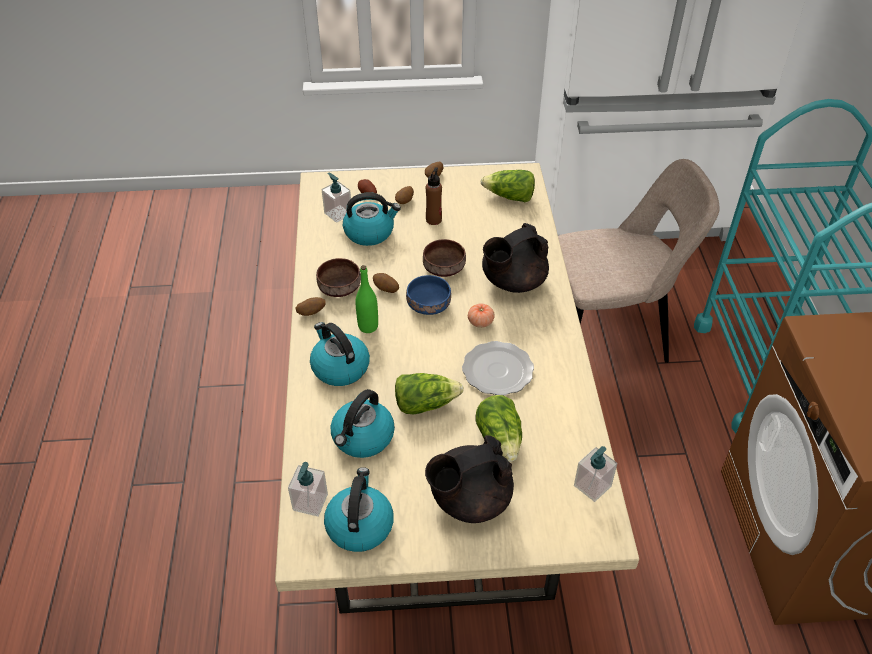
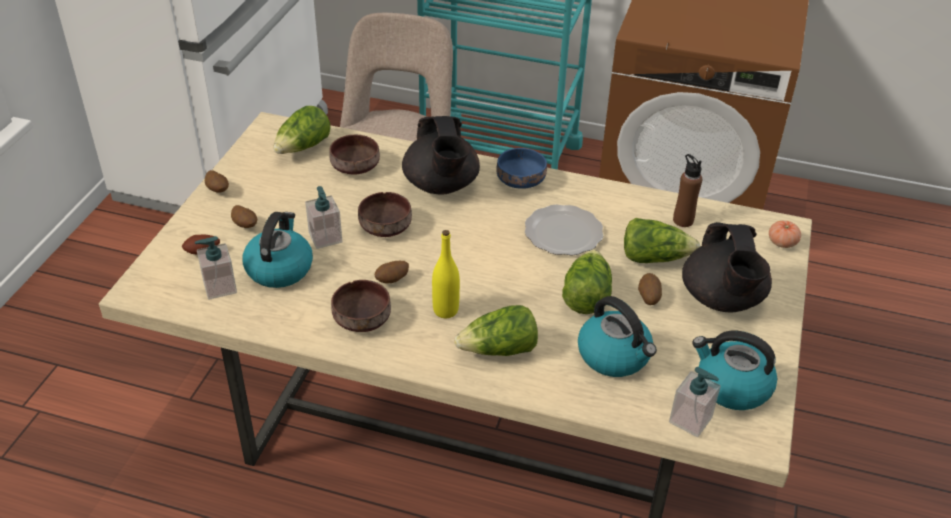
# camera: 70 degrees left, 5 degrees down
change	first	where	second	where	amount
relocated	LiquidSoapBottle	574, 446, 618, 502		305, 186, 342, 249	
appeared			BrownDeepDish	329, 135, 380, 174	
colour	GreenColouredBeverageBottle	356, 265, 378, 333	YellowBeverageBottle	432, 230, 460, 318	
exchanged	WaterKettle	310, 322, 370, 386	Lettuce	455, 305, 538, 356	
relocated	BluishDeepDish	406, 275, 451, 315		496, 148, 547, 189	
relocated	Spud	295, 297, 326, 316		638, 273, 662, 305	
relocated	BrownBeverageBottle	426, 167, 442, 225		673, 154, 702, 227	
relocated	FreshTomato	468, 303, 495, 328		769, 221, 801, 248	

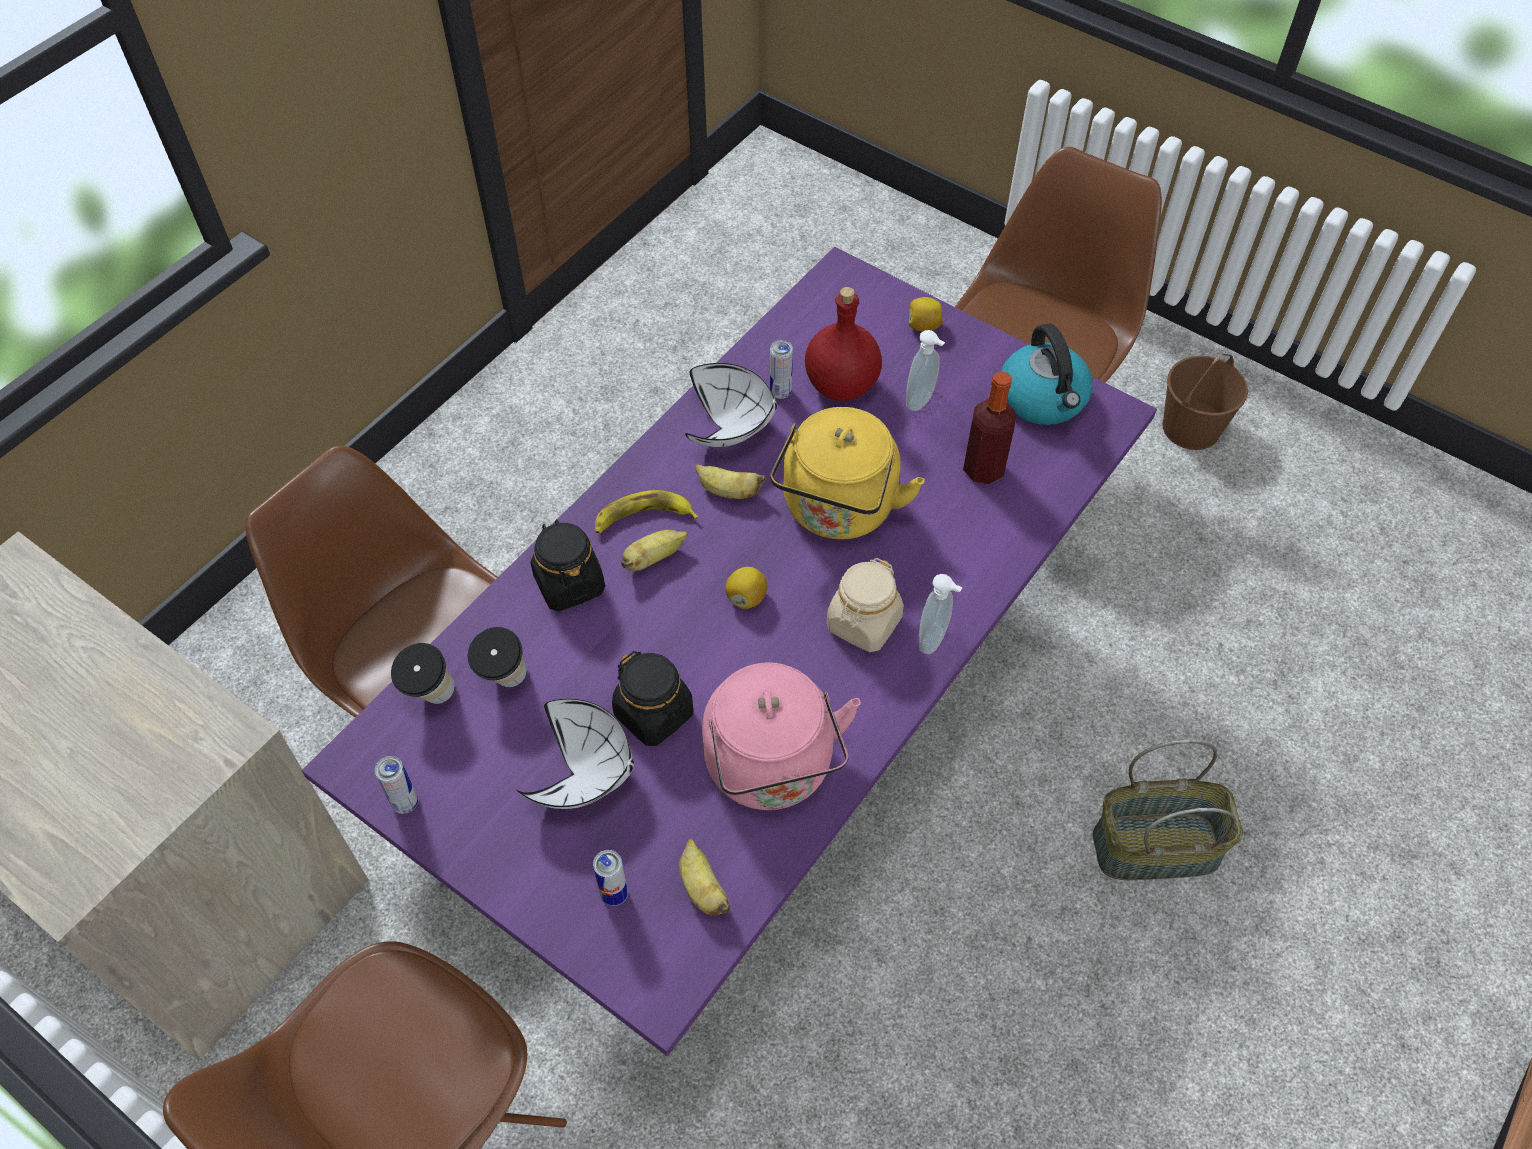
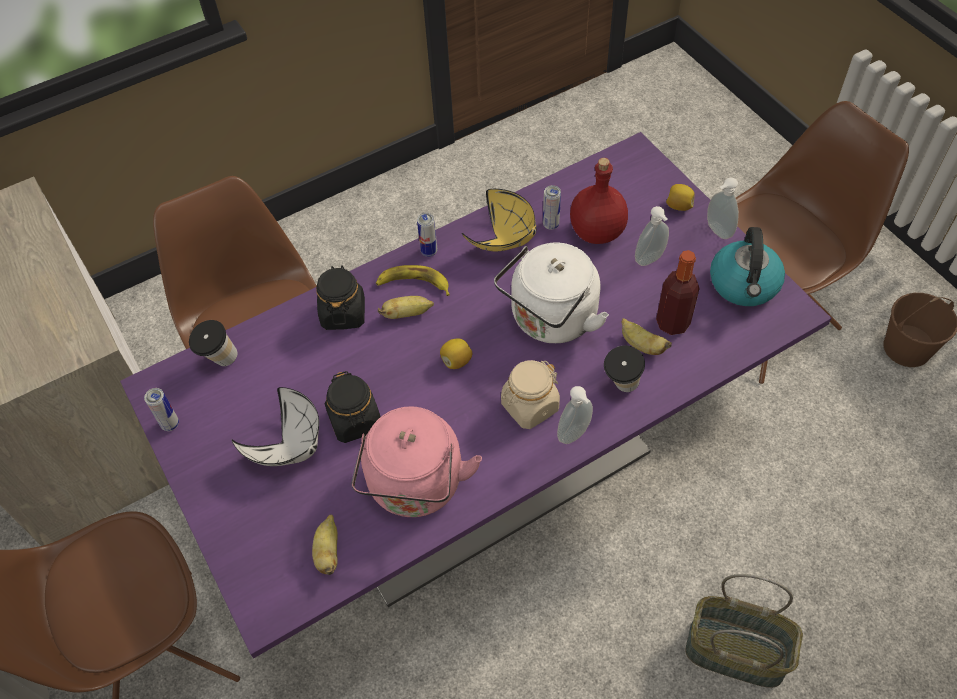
# camera: 25 degrees right, 0 degrees up
change	first	where	second	where	amount
relocated	Can	593, 850, 628, 907		417, 213, 437, 257	
colour	WhiteDeepDish	685, 363, 777, 447	YellowDeepDish	462, 189, 537, 251	
colour	YellowWaterKettle	770, 407, 925, 540	WhiteWaterKettle	494, 242, 609, 343	
relocated	DrinkingCup	468, 627, 527, 687		604, 346, 645, 392	
relocated	Banana	695, 464, 766, 499		621, 318, 672, 355	
appeared			LiquidSoapBottle	707, 178, 739, 239	

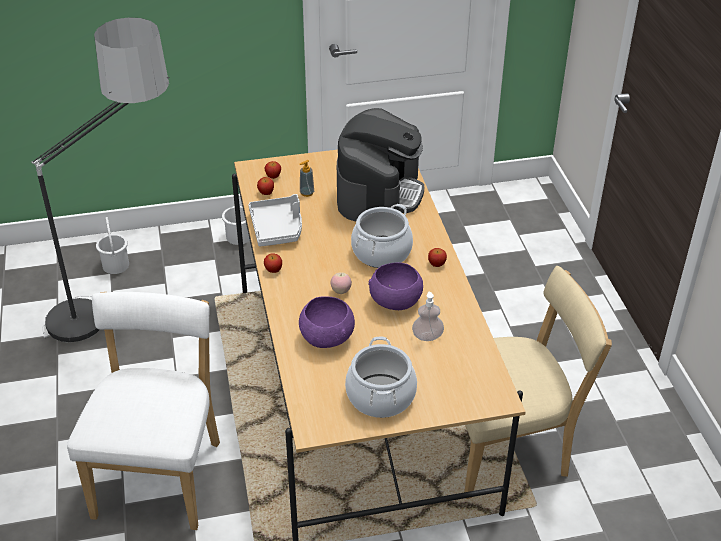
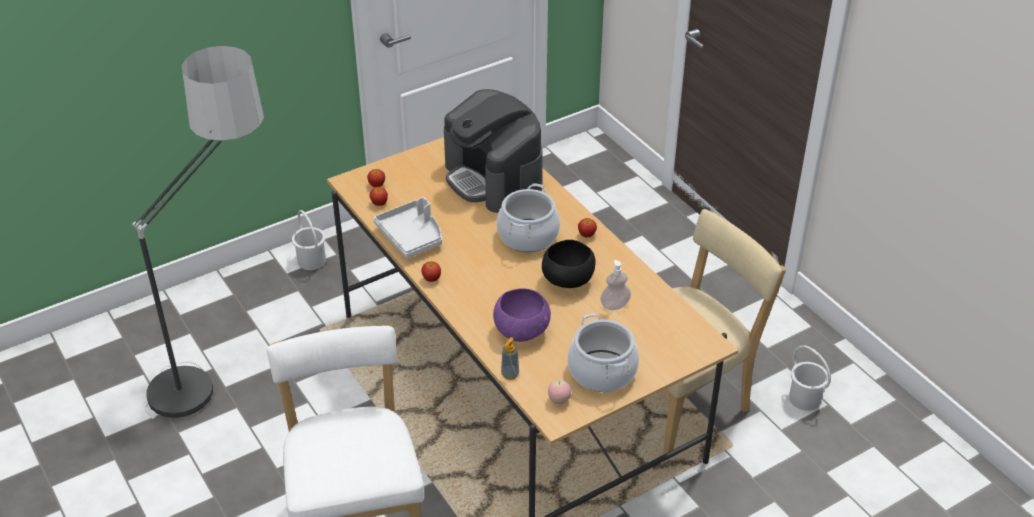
# camera: 20 degrees left, 0 degrees up
change	first	where	second	where	amount
spun	CoffeeBrewer	337, 108, 424, 221		444, 89, 542, 213	150 degrees clockwise
relocated	LiquidSoapBottle	299, 160, 314, 197		501, 337, 519, 380	
colour	PurpleColouredDeepDish	368, 263, 423, 310	BlackishDeepDish	542, 240, 596, 288	
relocated	WholeApple	330, 272, 352, 294		548, 380, 571, 404	
relocated	WhiteWaterBucket	96, 217, 129, 274		789, 345, 831, 410	

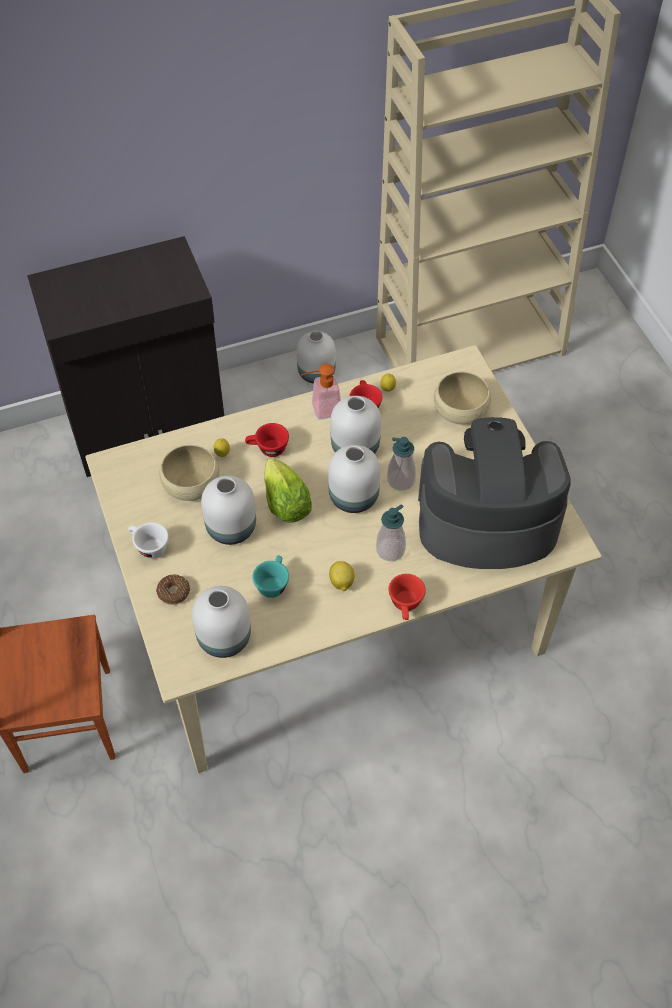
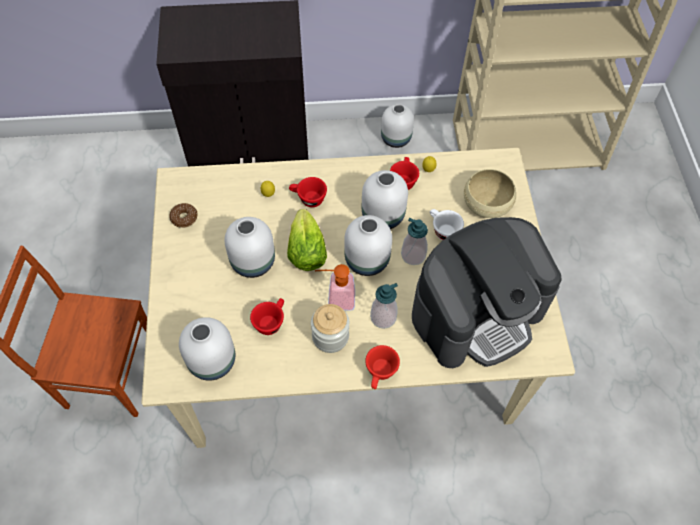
# camera: 15 degrees right, 5 degrees up
change	first	where	second	where	amount
relocated	Doughnut	156, 574, 190, 605		169, 203, 198, 228	
colour	BlueGreenDrinkingCup	252, 555, 289, 598	RedDrinkingCup	250, 298, 284, 335	
exchanged	Lemon	329, 561, 354, 591	StorageJar	311, 304, 349, 353	
relocated	LiquidSoapBottle	301, 364, 341, 420		315, 264, 355, 311	
spun	CoffeeBrewer	418, 417, 571, 569		412, 217, 561, 368	135 degrees clockwise
relocated	WhiteDrinkingCup	128, 522, 169, 559		430, 209, 464, 240	
missing	BeigeDeepDish	160, 445, 220, 501			

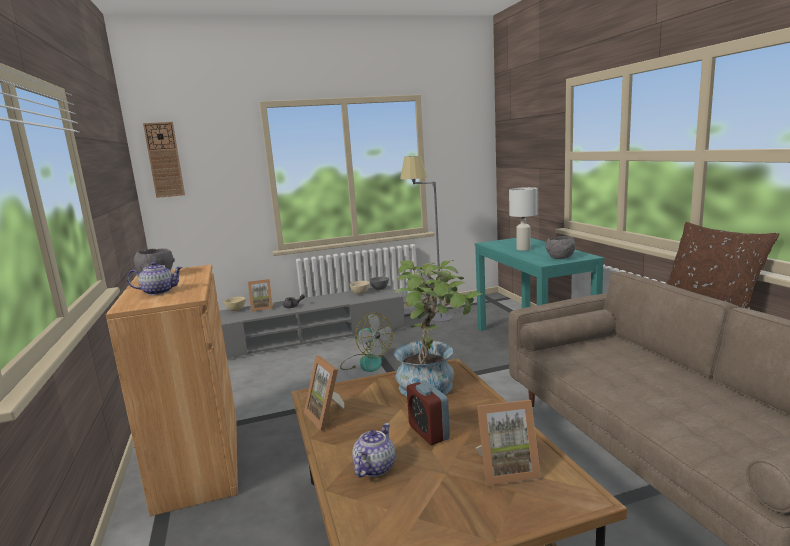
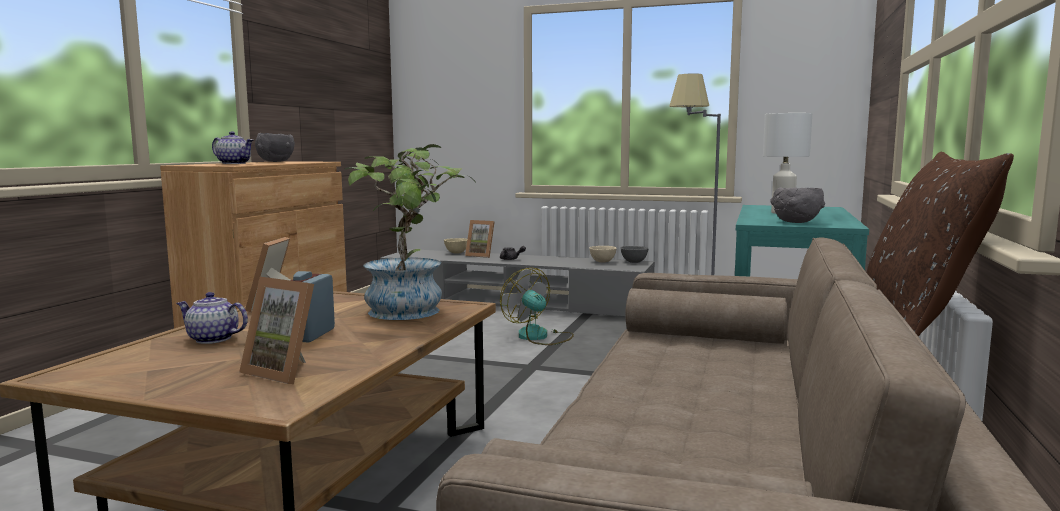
# camera: 35 degrees right, 5 degrees down
change	first	where	second	where	amount
spun	PotForTea	352, 423, 395, 477		176, 292, 248, 344	135 degrees counterclockwise
spun	Fan	340, 312, 393, 372		500, 268, 574, 345	150 degrees clockwise
missing	ClockOnTheWall	143, 122, 185, 198			

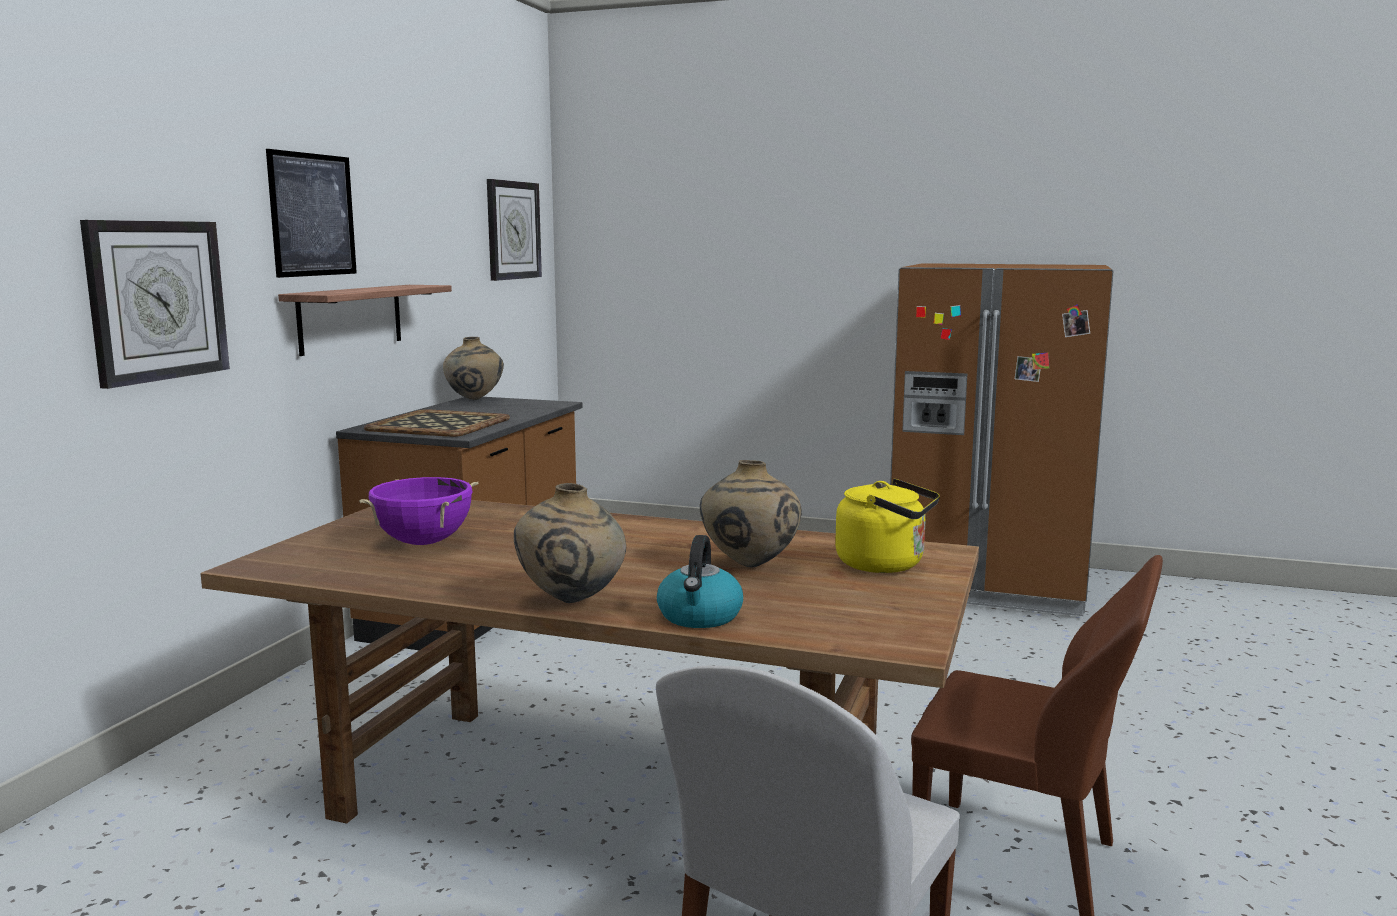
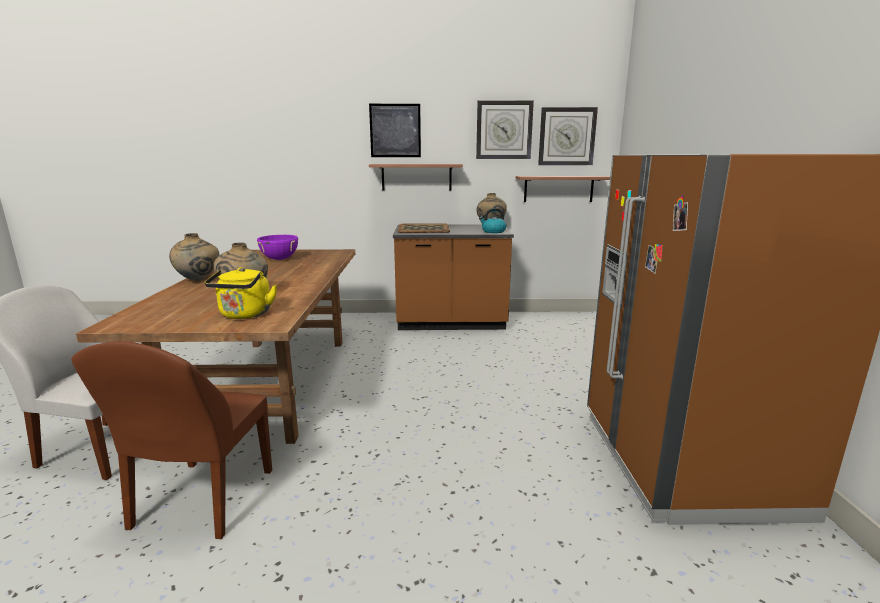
# camera: 70 degrees right, 5 degrees up
change	first	where	second	where	amount
relocated	ClockOnTheWall	80, 220, 230, 389		476, 100, 534, 159	
relocated	WaterKettle	657, 535, 743, 628		479, 208, 506, 233	
appeared			WallShelf	516, 176, 610, 202	

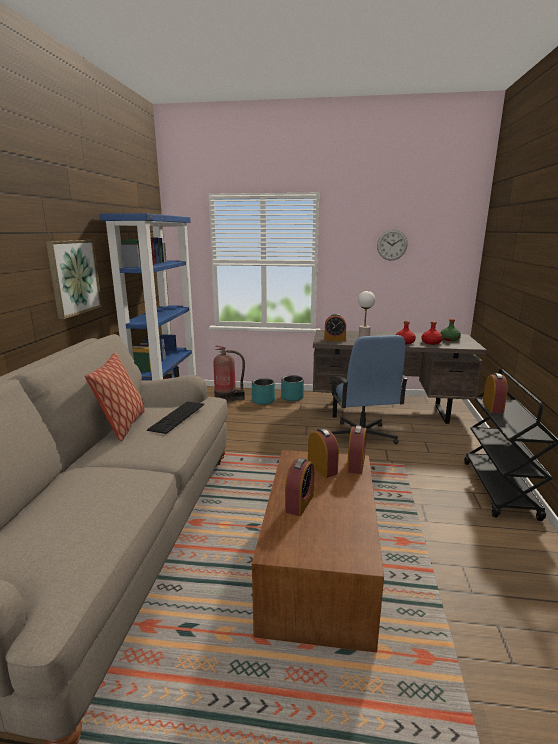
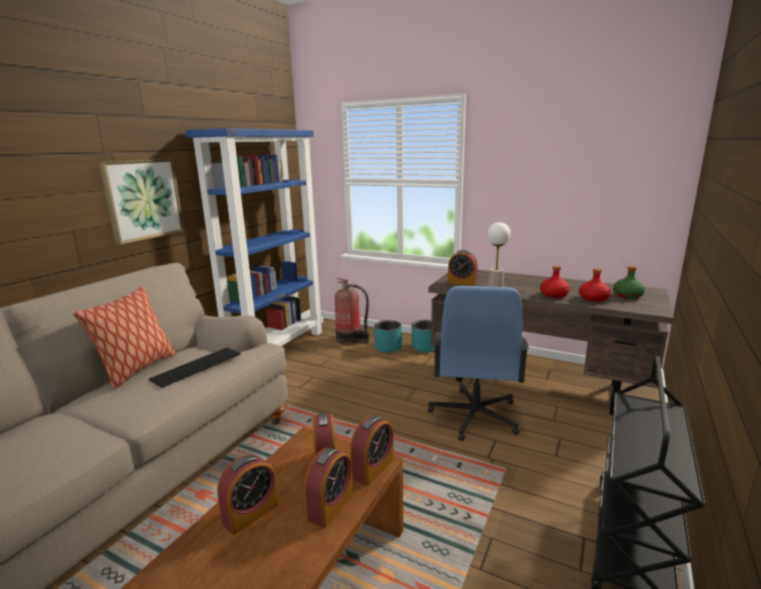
# camera: 20 degrees right, 0 degrees up
change	first	where	second	where	amount
relocated	TableClock	483, 373, 508, 414		304, 447, 353, 528	
missing	ClockOnTheWall	377, 230, 408, 261			

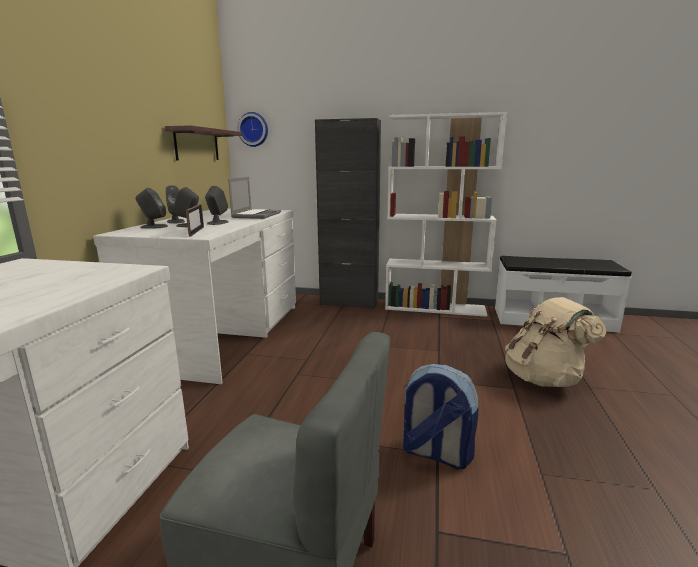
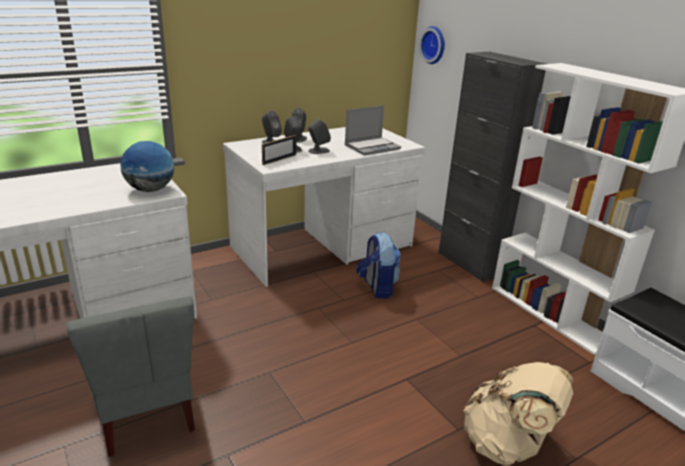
# camera: 45 degrees right, 10 degrees up
change	first	where	second	where	amount
appeared			DeskGlobe	120, 141, 175, 192	
relocated	Rucksack	403, 364, 479, 470		356, 232, 401, 298	
missing	WallShelf	165, 125, 242, 161			

